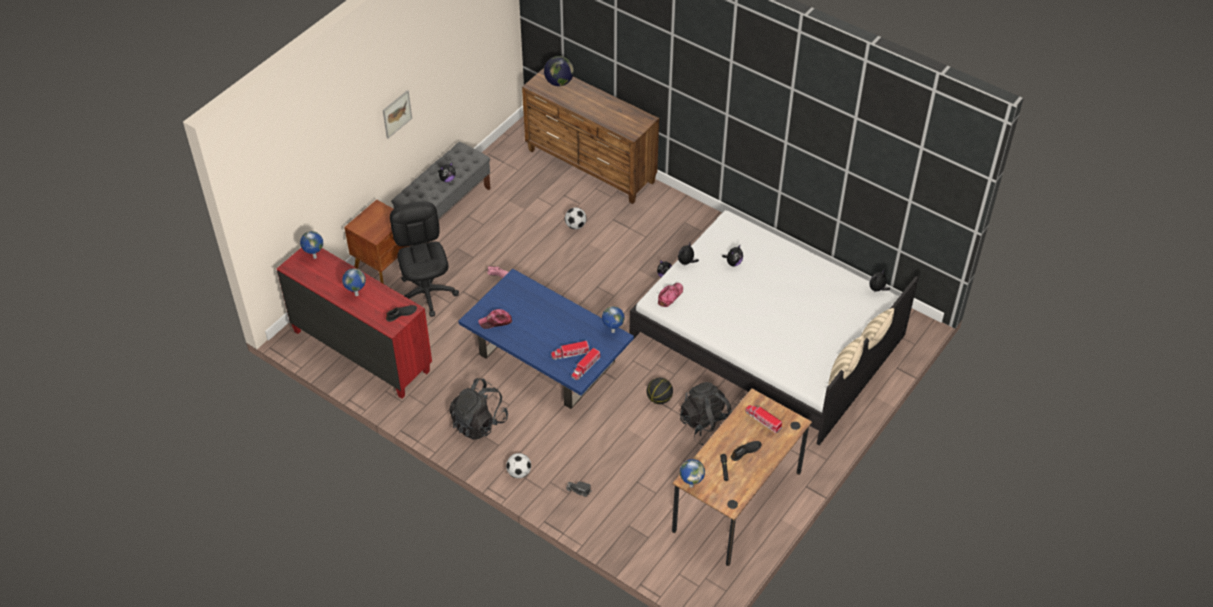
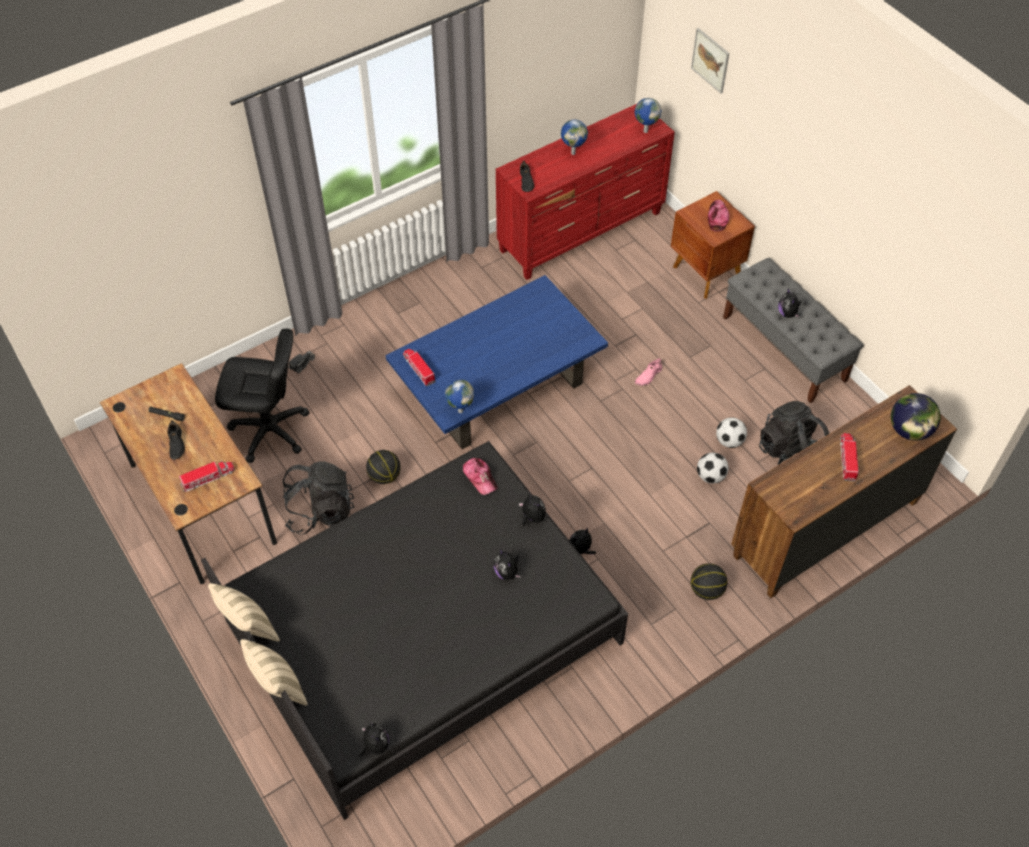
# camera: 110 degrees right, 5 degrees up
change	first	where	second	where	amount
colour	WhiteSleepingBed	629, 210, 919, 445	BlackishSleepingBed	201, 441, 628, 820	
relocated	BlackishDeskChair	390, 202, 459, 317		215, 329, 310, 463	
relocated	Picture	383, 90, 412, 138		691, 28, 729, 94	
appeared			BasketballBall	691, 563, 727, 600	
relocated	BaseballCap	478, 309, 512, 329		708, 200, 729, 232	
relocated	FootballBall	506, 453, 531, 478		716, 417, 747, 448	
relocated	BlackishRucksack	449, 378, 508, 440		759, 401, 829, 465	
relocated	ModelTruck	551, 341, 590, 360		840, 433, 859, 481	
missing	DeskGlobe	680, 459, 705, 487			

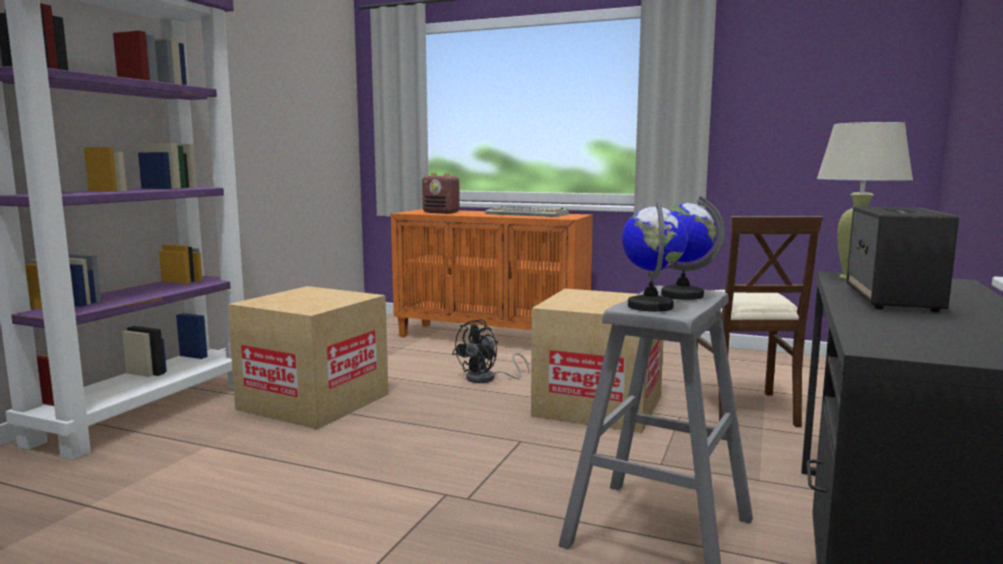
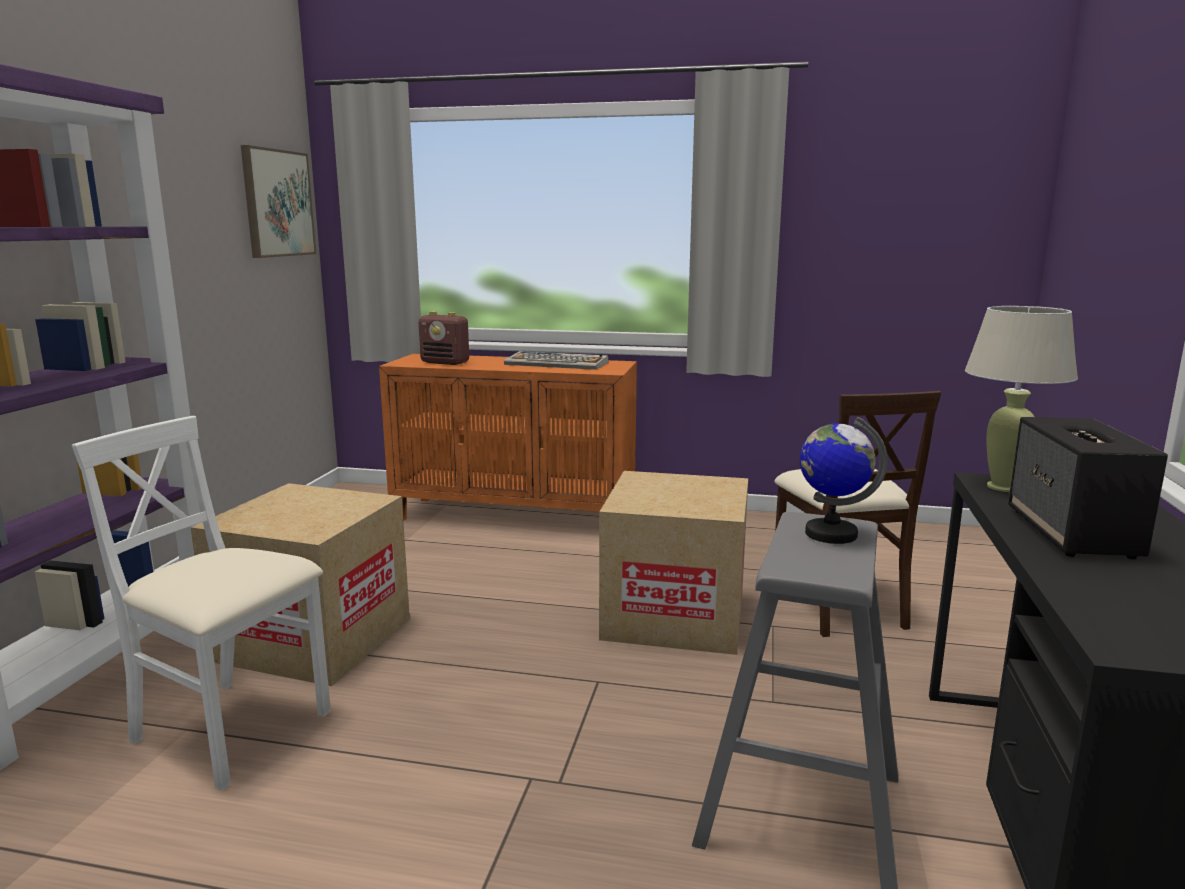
# camera: 10 degrees left, 5 degrees up
change	first	where	second	where	amount
appeared			WhiteChair	72, 416, 331, 791	
appeared			Picture	241, 145, 316, 258	
missing	BlackishFan	452, 319, 530, 383			
missing	DeskGlobe	622, 199, 688, 312			

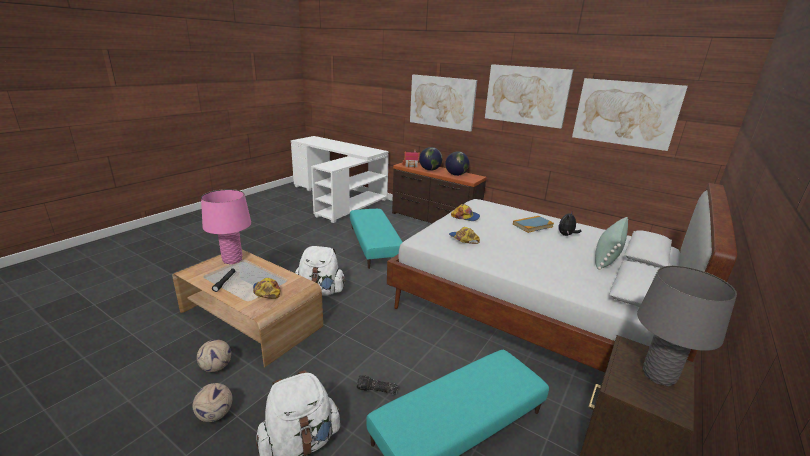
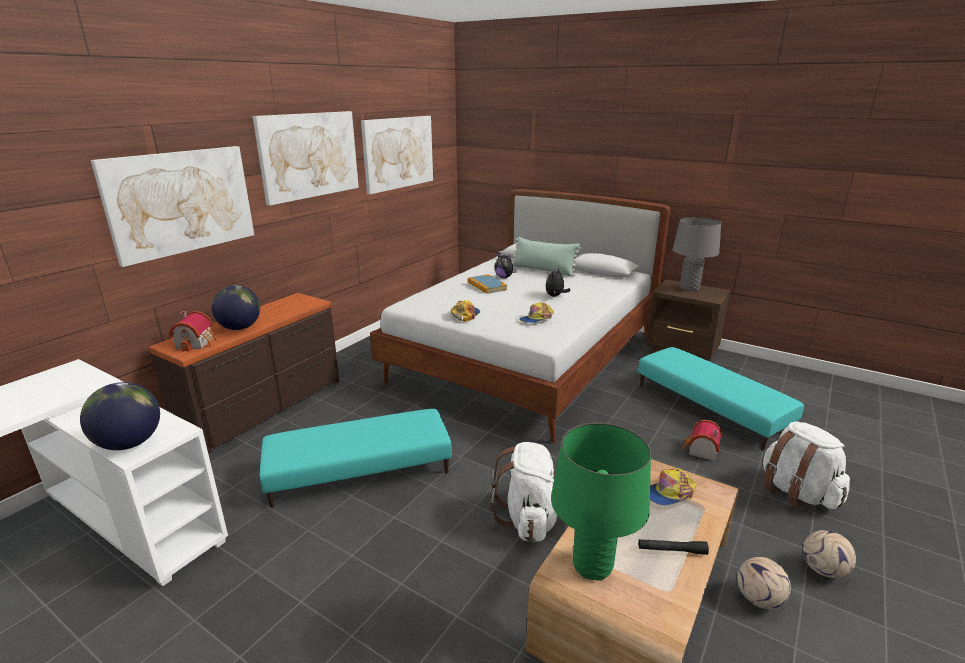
# camera: 90 degrees left, 0 degrees up
change	first	where	second	where	amount
relocated	DeskGlobe	445, 151, 469, 176		80, 382, 160, 450	
appeared			PlushToy	546, 268, 571, 297	
colour	PinkColouredLampForATable	201, 189, 251, 264	GreenColouredLampForATable	551, 423, 651, 581	
exchanged	Flashlight	357, 375, 398, 394	ModelHouse	682, 420, 722, 461	

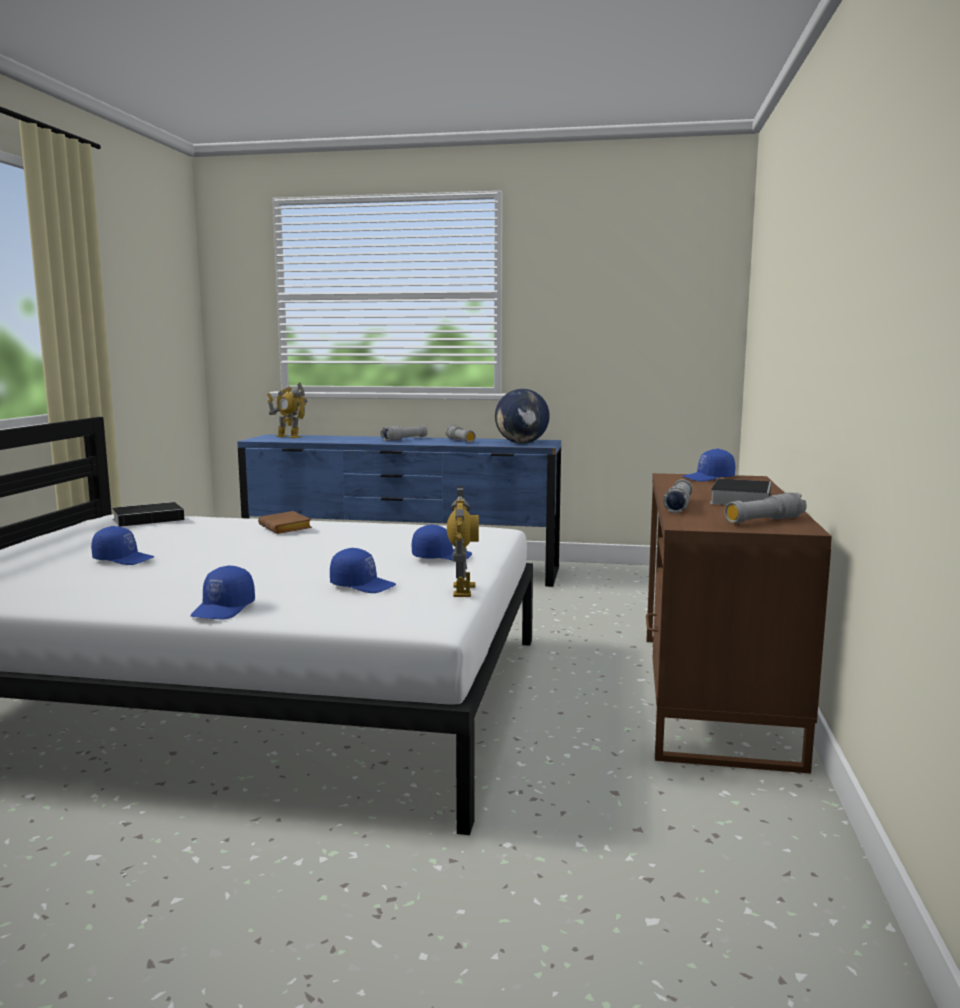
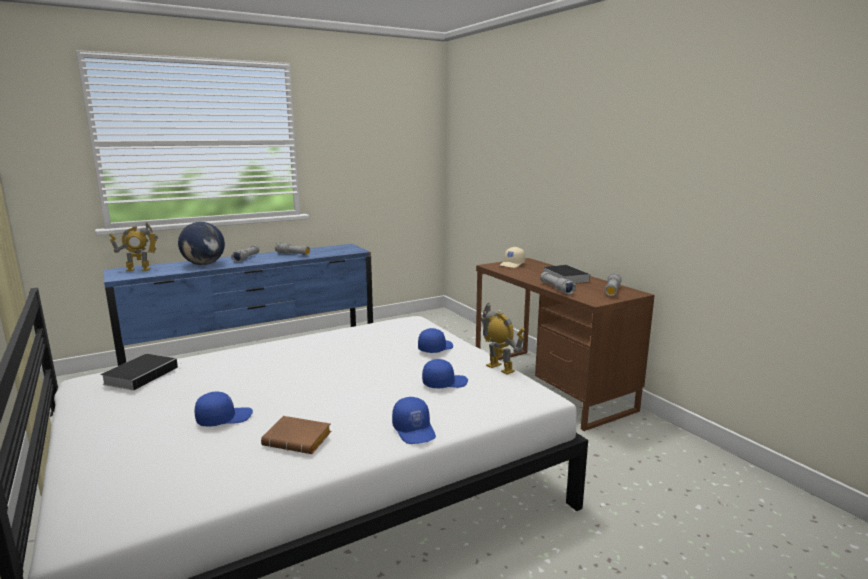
# camera: 40 degrees left, 5 degrees up
change	first	where	second	where	amount
relocated	DeskGlobe	495, 389, 550, 444		178, 222, 225, 265	
relocated	BrownBook	258, 511, 312, 534		261, 416, 331, 454	
colour	BluishBaseballCap	682, 449, 735, 482	BeigeBaseballCap	499, 247, 525, 268	

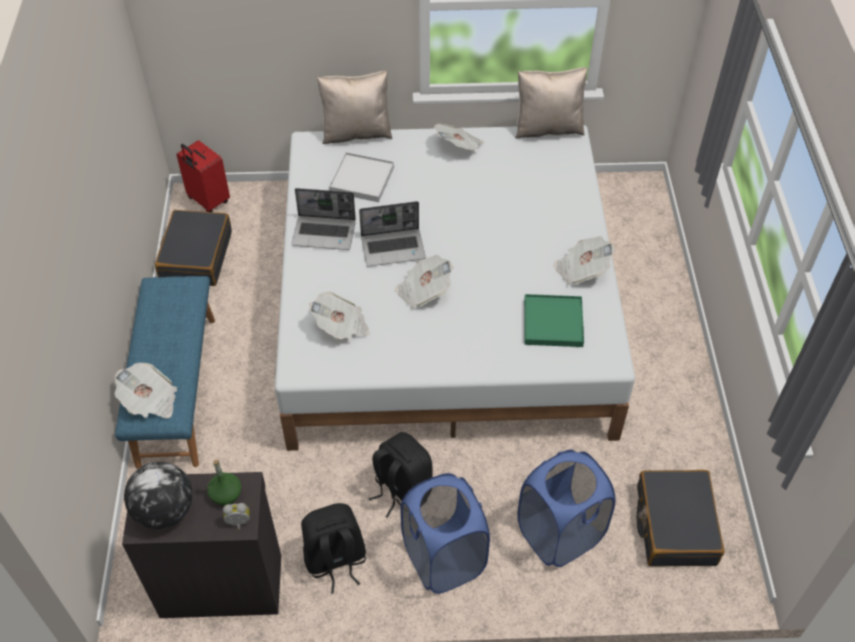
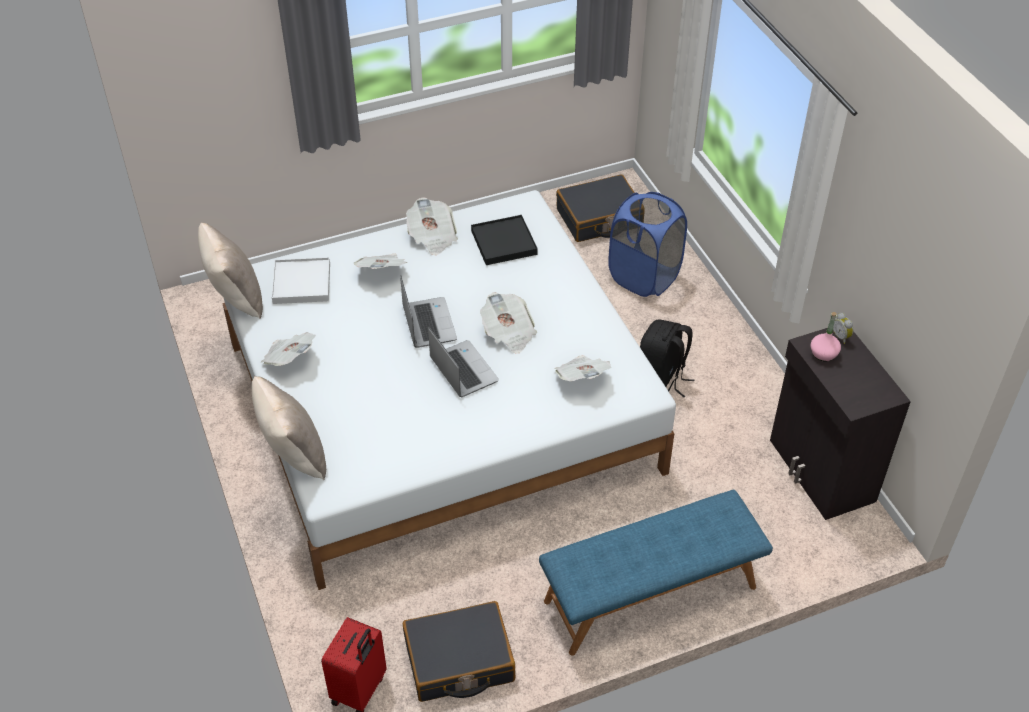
# camera: 110 degrees left, 5 degrees down
change	first	where	second	where	amount
relocated	WhiteTray	329, 152, 394, 202		272, 257, 330, 304	
relocated	Newspaper	114, 363, 177, 418		354, 253, 407, 269	
relocated	NotebookComputer	291, 188, 356, 250		400, 276, 457, 348	
colour	GreenColouredTray	524, 294, 584, 347	BlackishTray	471, 215, 538, 265	
colour	GreenColouredBeverageBottle	207, 460, 241, 505	PinkColouredBeverageBottle	811, 312, 841, 362	
missing	DeskGlobe	124, 462, 193, 529			
missing	BlackishRucksack	301, 503, 366, 594			
missing	BluishWashingBasket	400, 473, 490, 594			

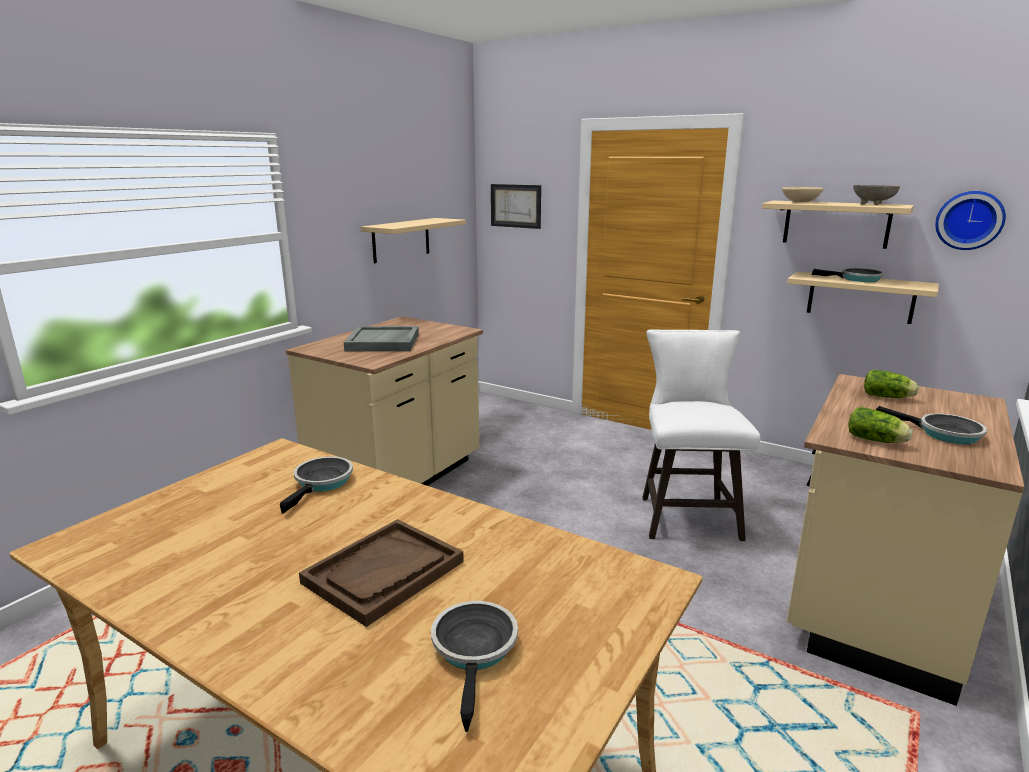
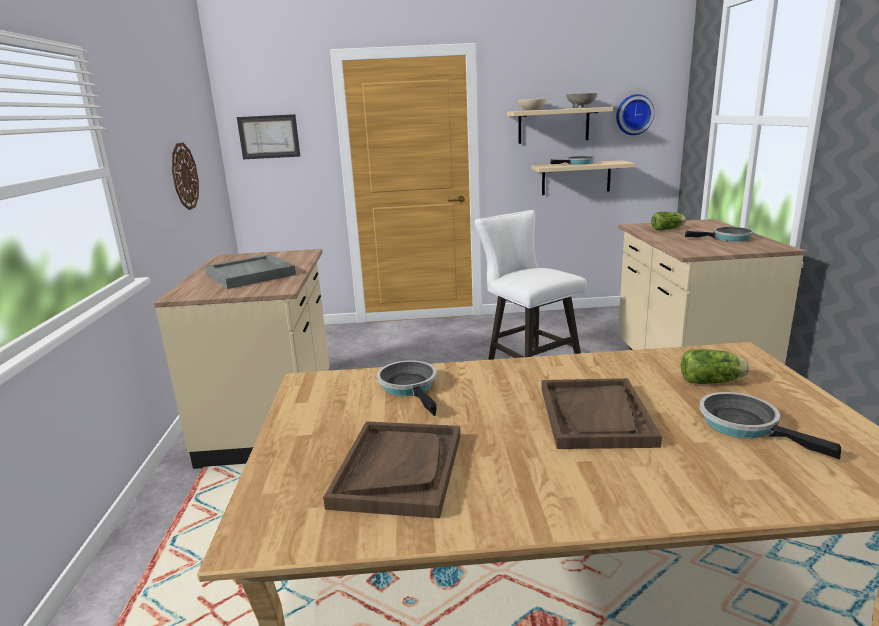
# camera: 35 degrees left, 0 degrees up
change	first	where	second	where	amount
exchanged	BeigeWallShelf	361, 218, 466, 263	ClockOnTheWall	172, 143, 199, 210	
appeared			BrownTray	323, 421, 460, 518	
relocated	Lettuce	848, 407, 913, 443		681, 349, 750, 384	

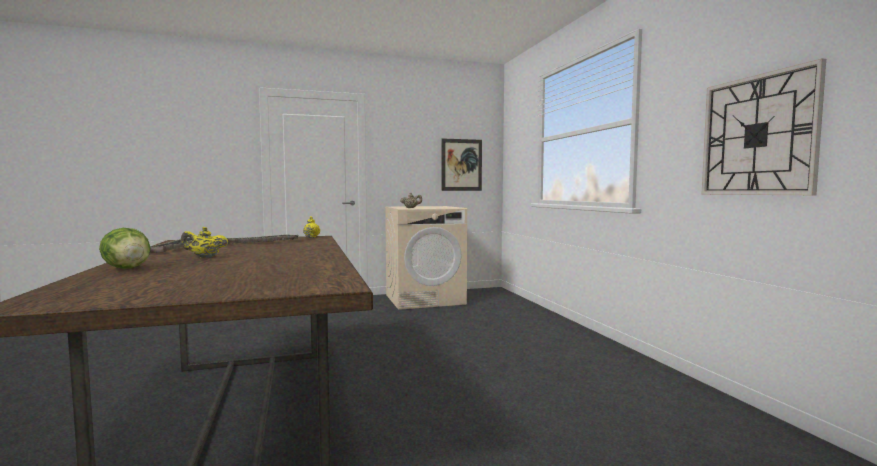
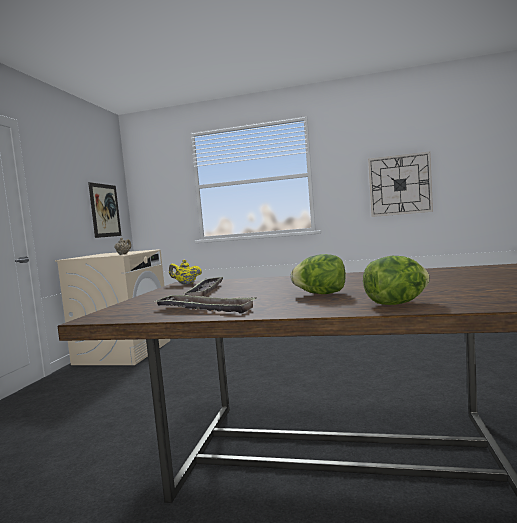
# camera: 60 degrees left, 0 degrees up
change	first	where	second	where	amount
exchanged	YellowPotForTea	180, 227, 228, 258	Lettuce	291, 254, 346, 294	

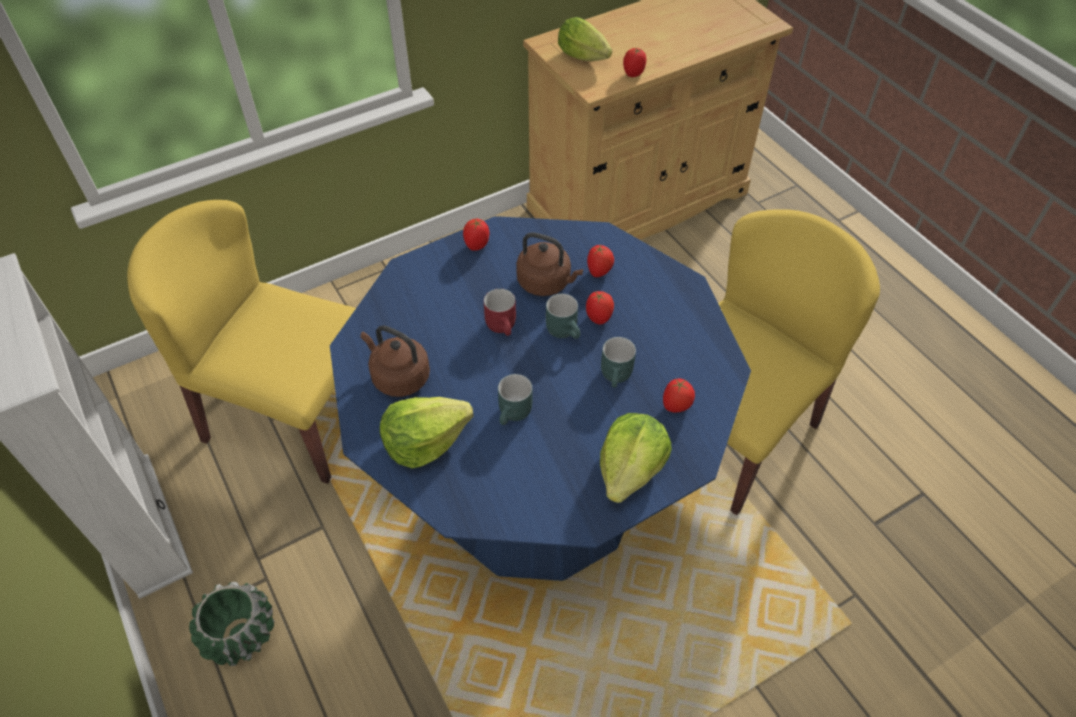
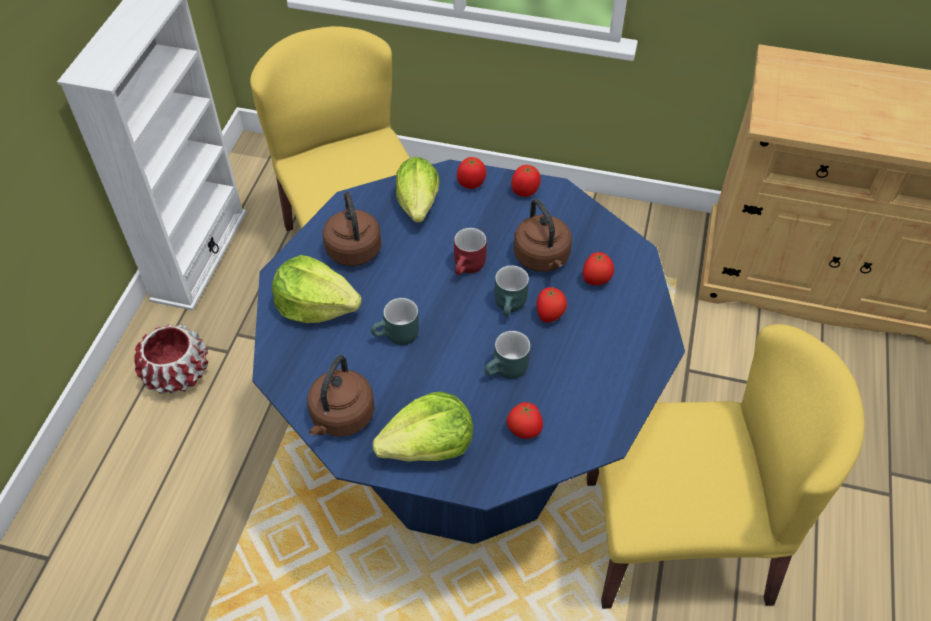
# camera: 45 degrees right, 0 degrees up
change	first	where	second	where	amount
colour	GreenColouredFlowerPot	189, 582, 275, 666	RedFlowerPot	134, 324, 208, 394	
appeared			BrownWaterKettle	307, 355, 375, 437	
relocated	Lettuce	558, 17, 612, 61		396, 157, 439, 222	
relocated	FreshTomato	623, 48, 646, 77		457, 157, 486, 189	

